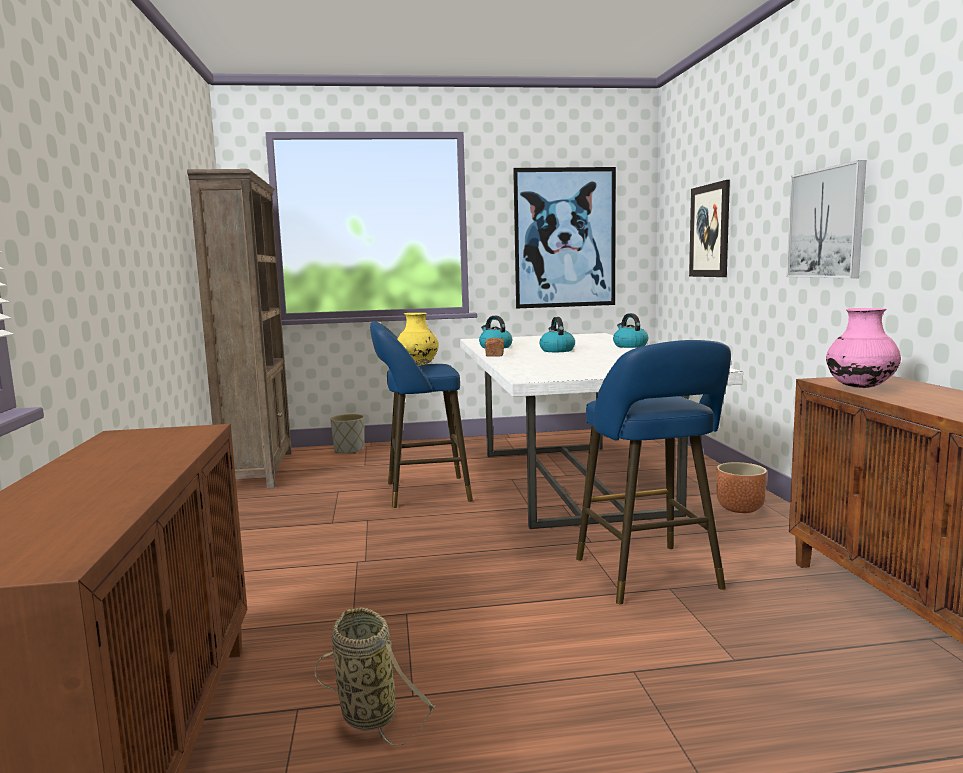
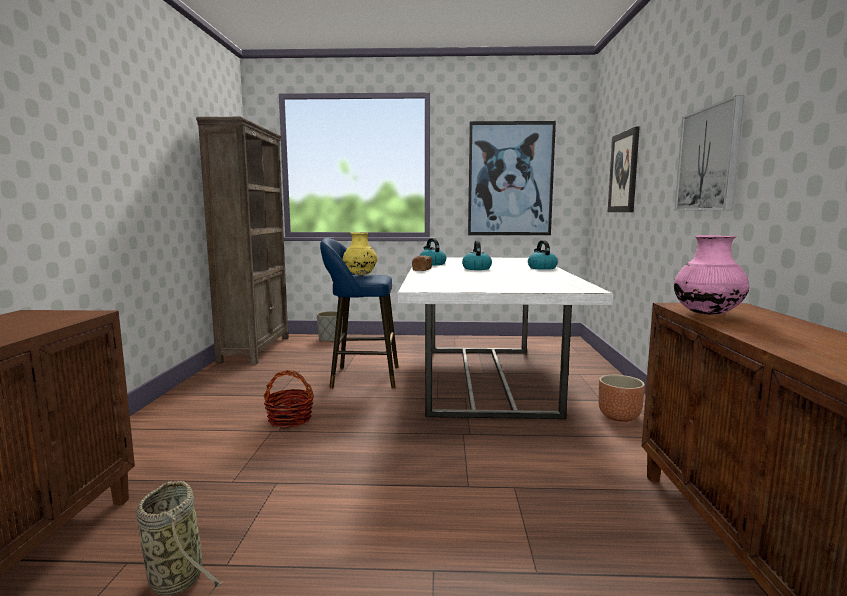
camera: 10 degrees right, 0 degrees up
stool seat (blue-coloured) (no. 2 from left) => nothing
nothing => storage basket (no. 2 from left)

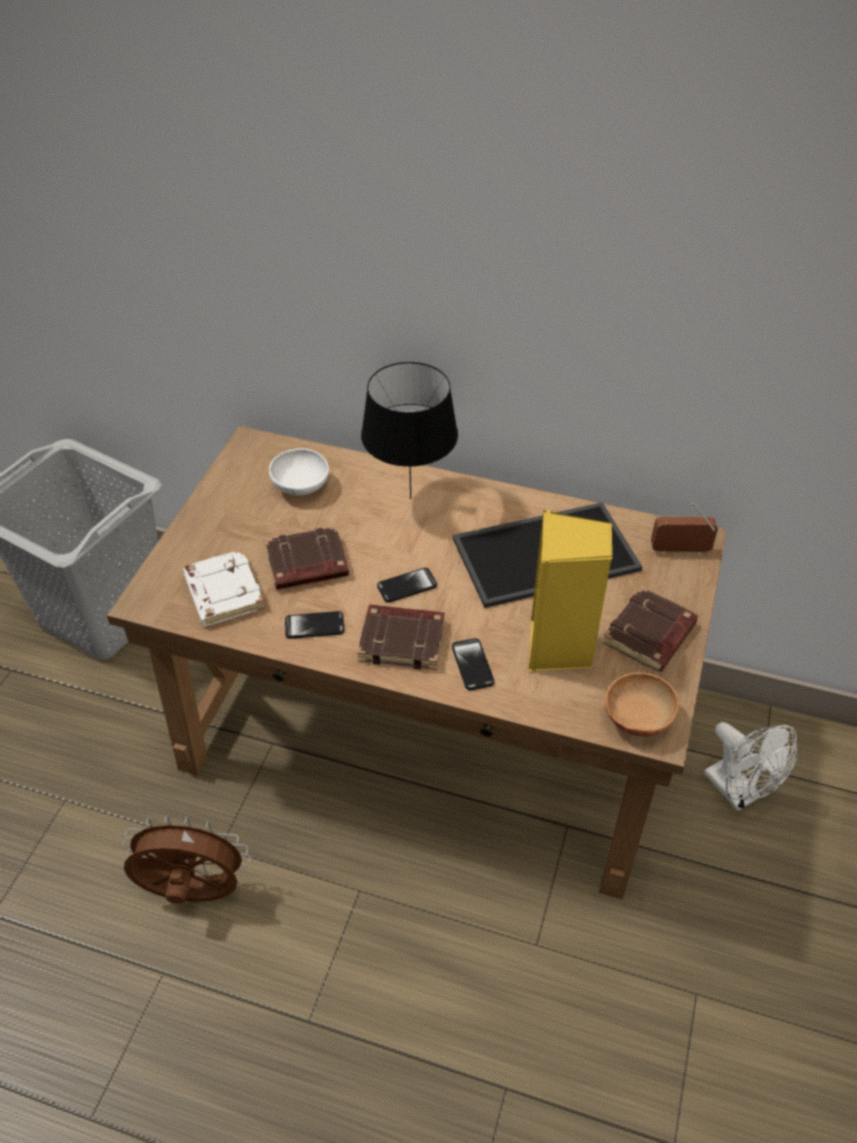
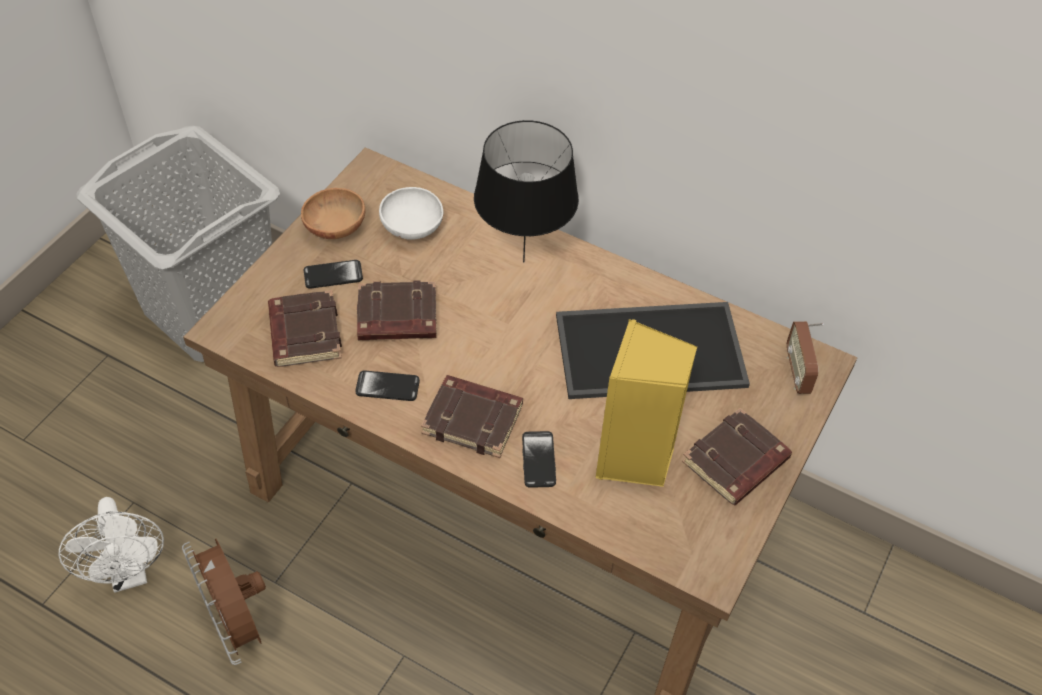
camera: 10 degrees right, 5 degrees up
radio, 105 degrees counterclockwise
volume (white-coloured) => volume (brown) (no. 1 from left)
telephone (no. 2 from left in the first image) => telephone (no. 1 from left), shifted
serving bowl (brown), shifted
fan (white-coloured), shifted
fan (brown), 135 degrees counterclockwise

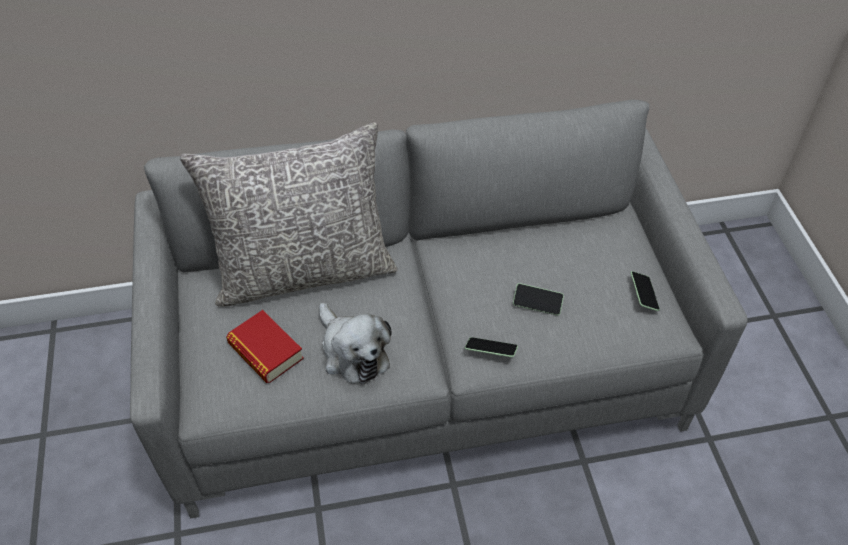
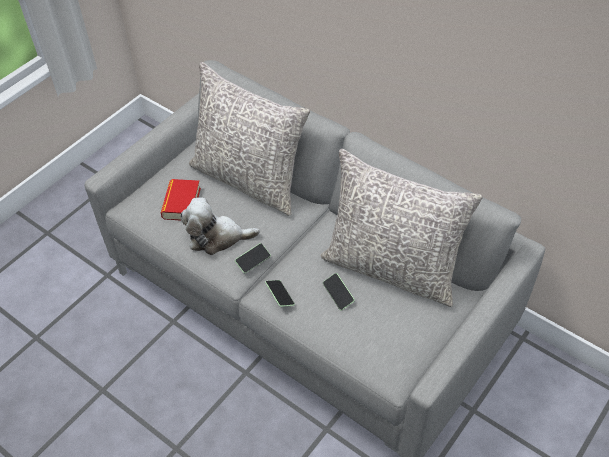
camera: 50 degrees right, 0 degrees up
telephone (no. 3 from left in the first image) => telephone (no. 1 from left), shifted
soft toy, 75 degrees clockwise
nothing => pillow (gray) (no. 2 from left)

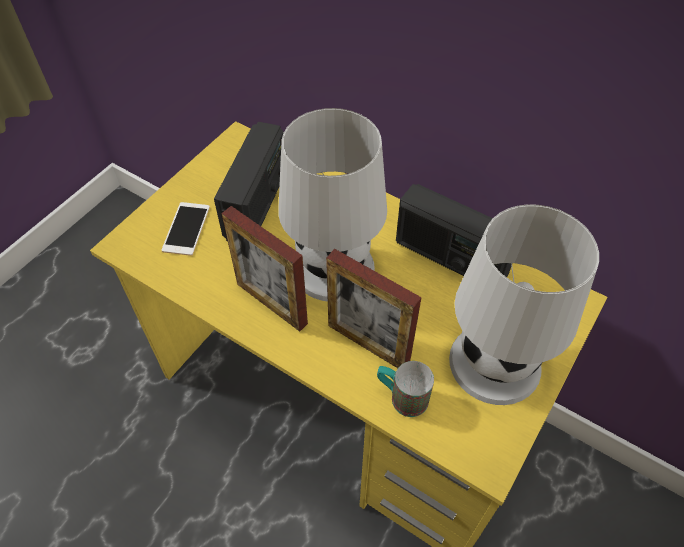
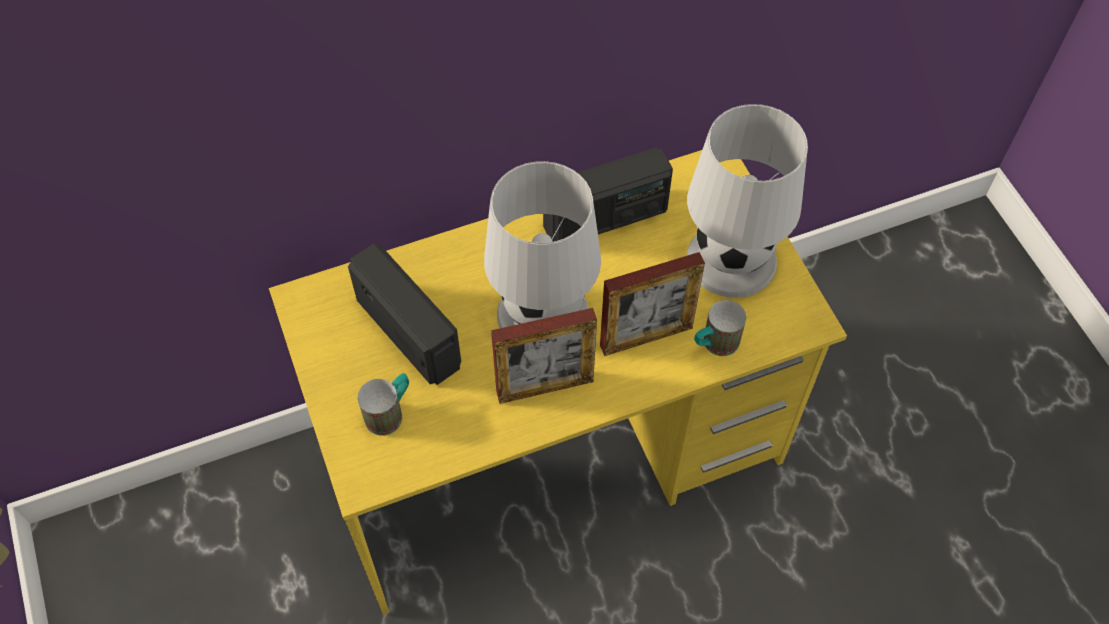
camera: 55 degrees left, 5 degrees up
telephone => coffee mug (no. 1 from left)

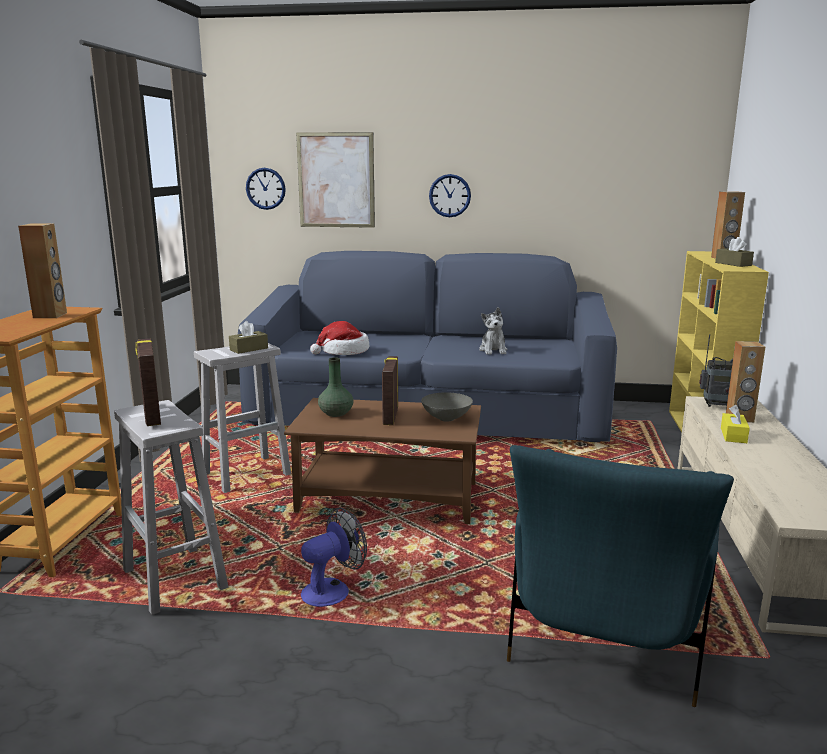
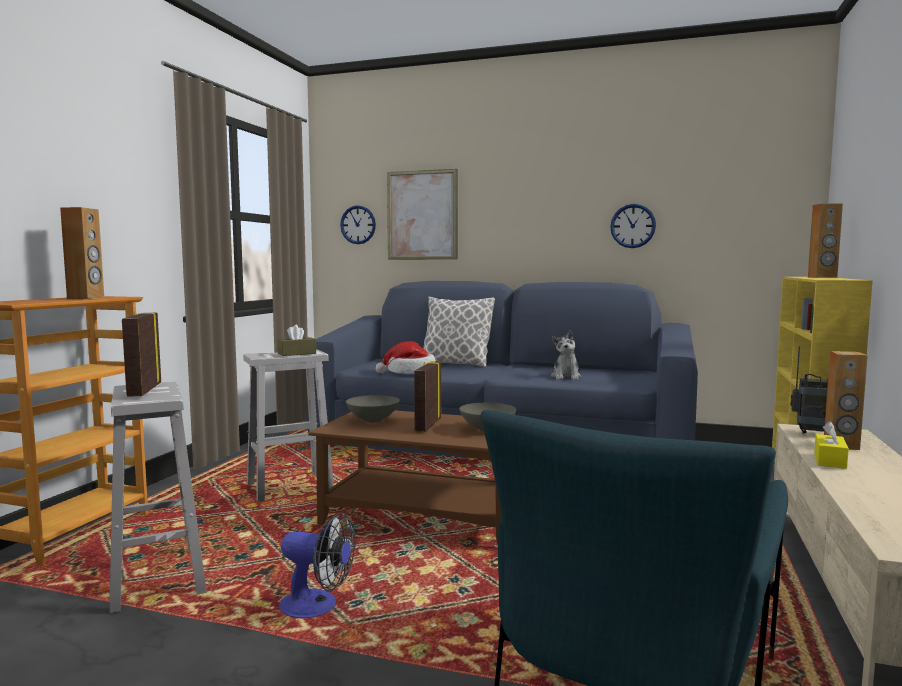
camera: 10 degrees right, 10 degrees down
clock on the wall (no. 2 from left), shifted
tissue holder (brown) (no. 2 from left) => nothing
flower vase (greenish) => serving bowl (gray) (no. 1 from left)
fan, 45 degrees clockwise
nothing => pillow

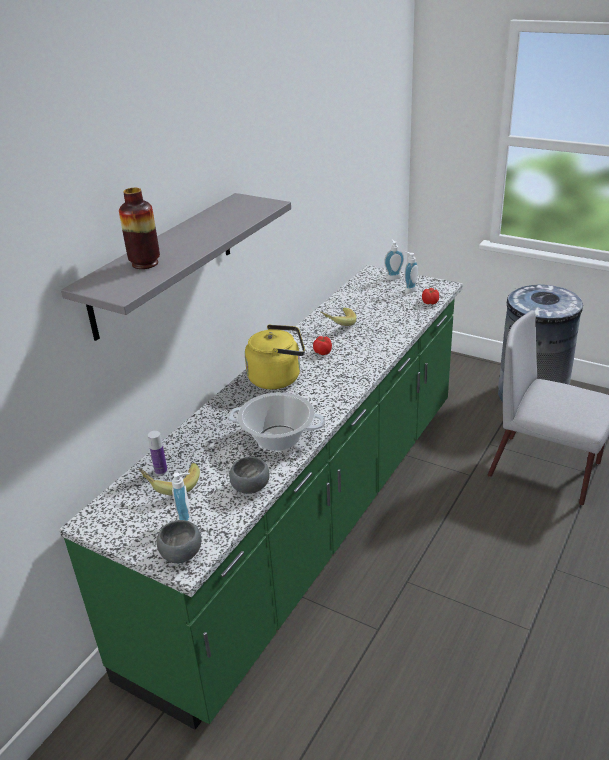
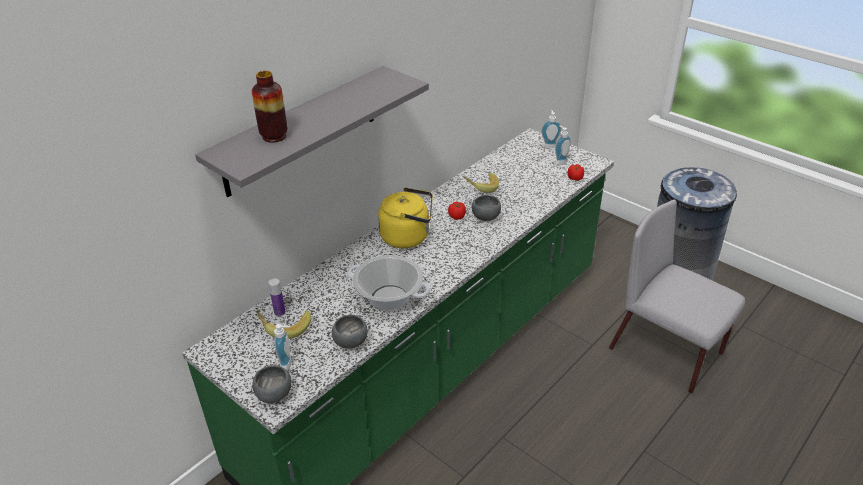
camera: 10 degrees right, 5 degrees up
nothing => serving bowl (gray) (no. 3 from left)

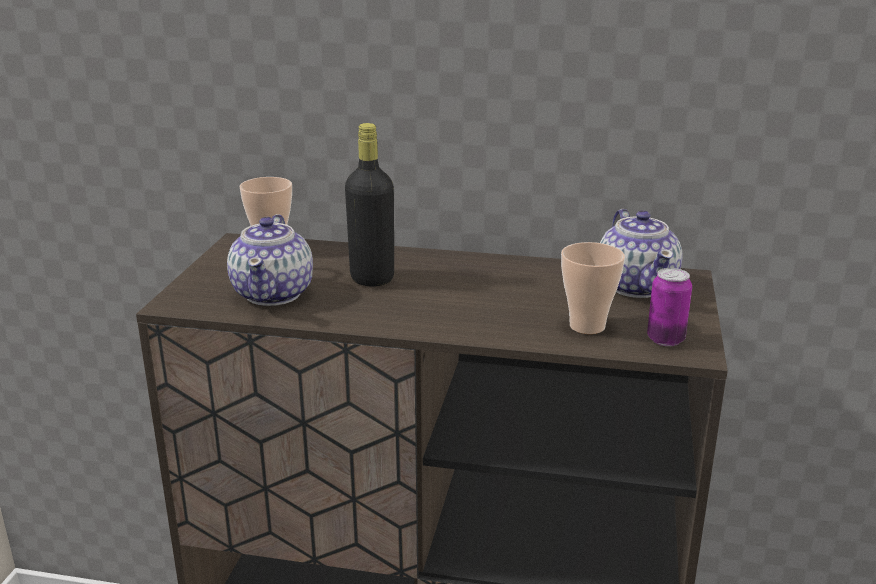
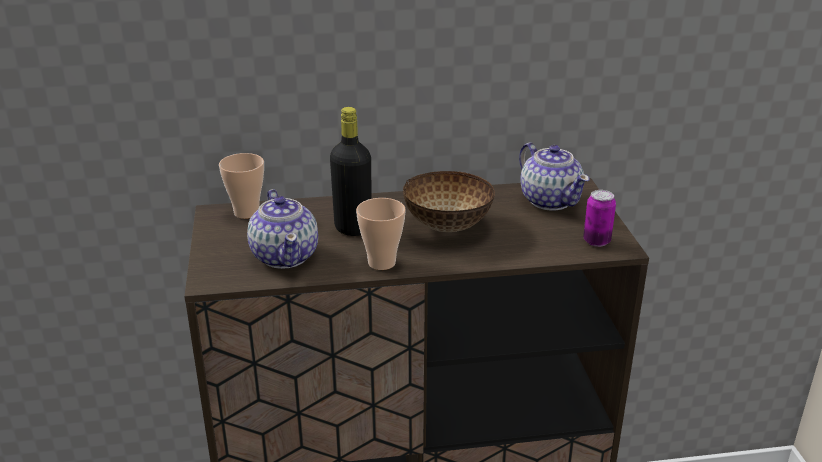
camera: 20 degrees left, 5 degrees up
small cup (no. 2 from left), shifted
nothing => serving bowl

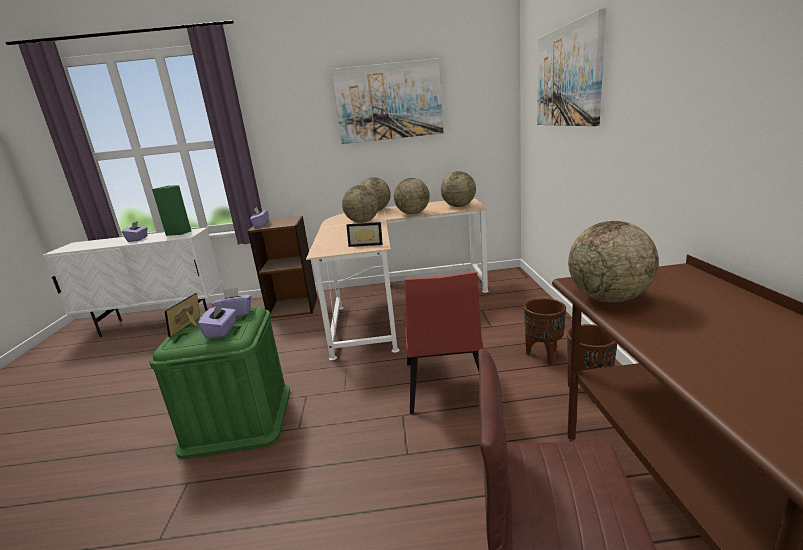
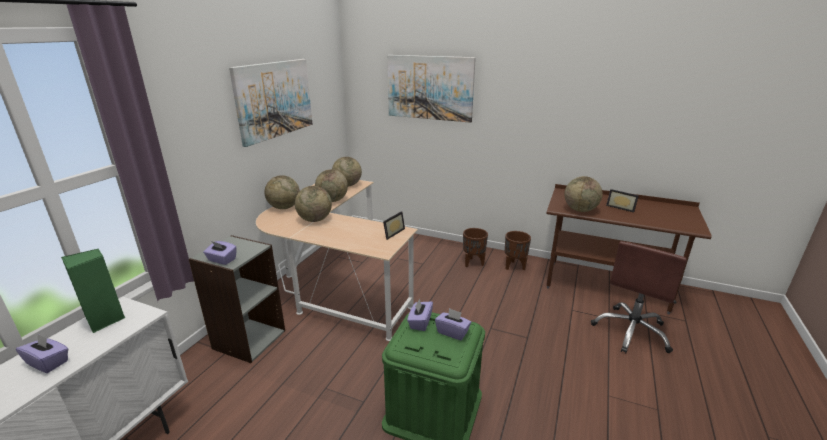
camera: 65 degrees left, 5 degrees up
bookshelf (brown) => bookshelf (gray)
plain chair (red) => nothing
standing frame (no. 1 from left in the first image) => standing frame (no. 2 from left), shifted

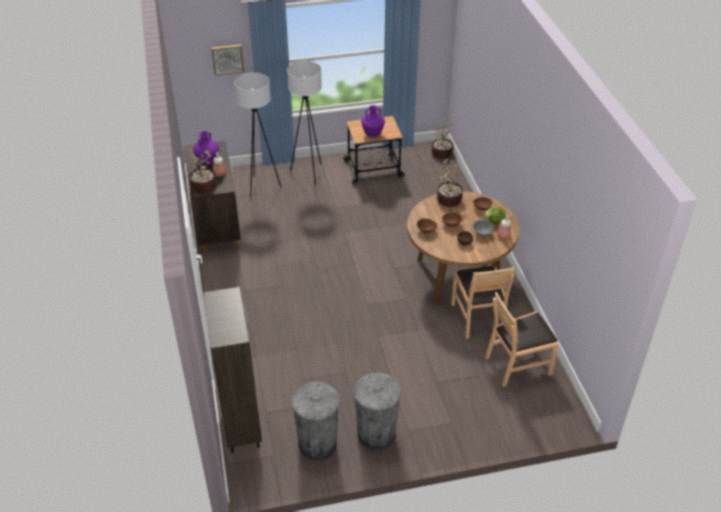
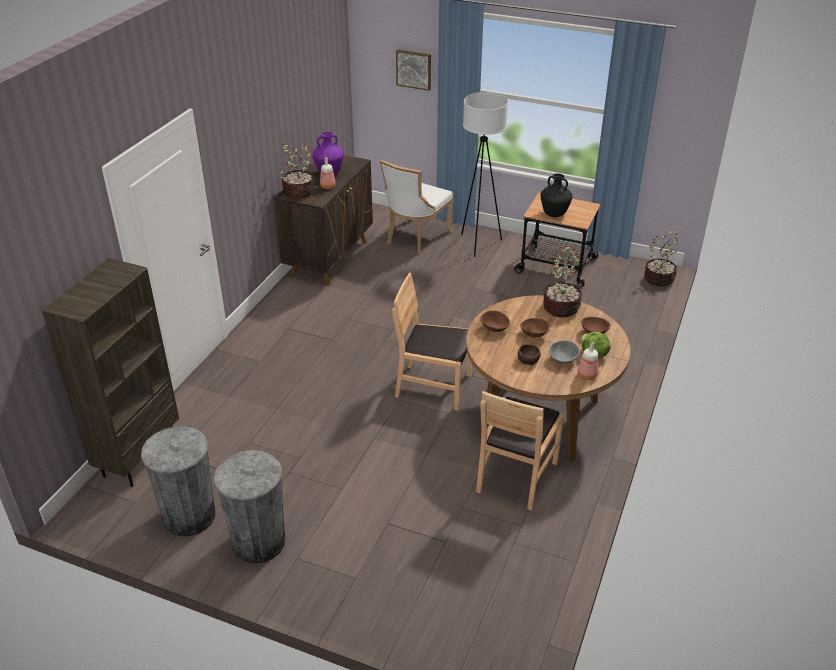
camera: 35 degrees right, 5 degrees down
standard lamp (white-coloured) (no. 1 from left) => plain chair (white-coloured)
flower vase (purple) (no. 2 from left) => flower vase (black-coloured)
plain chair (brown) (no. 2 from left in the first image) => plain chair (brown) (no. 1 from left), shifted

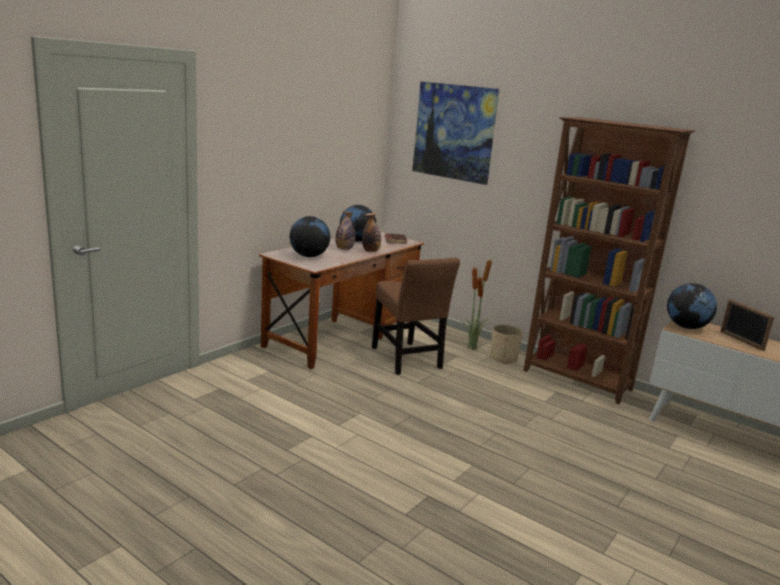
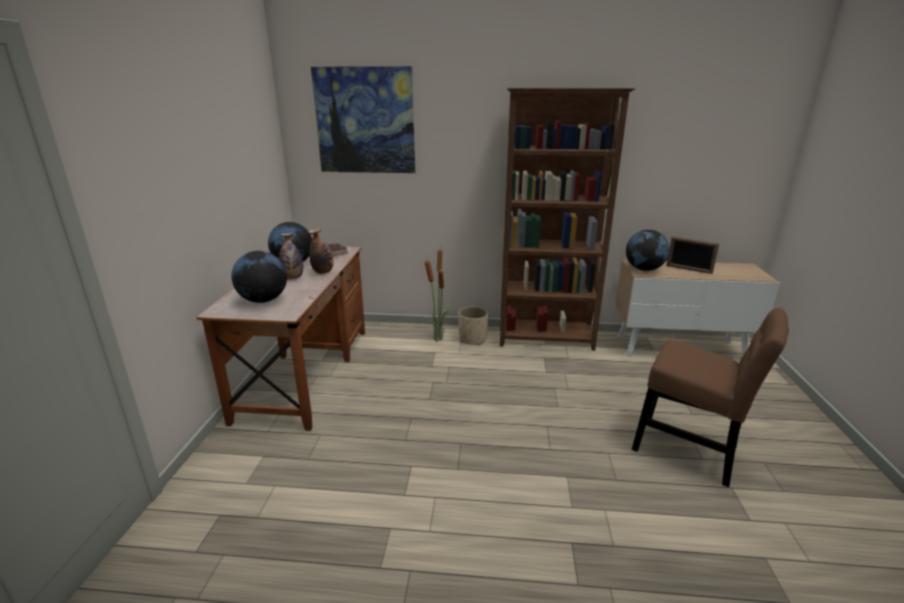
camera: 30 degrees left, 5 degrees up
plain chair (brown), shifted

